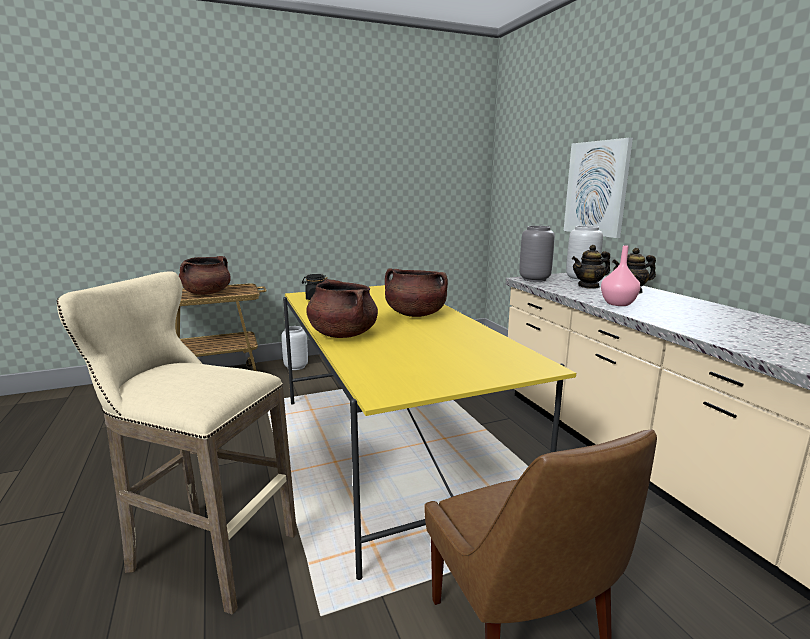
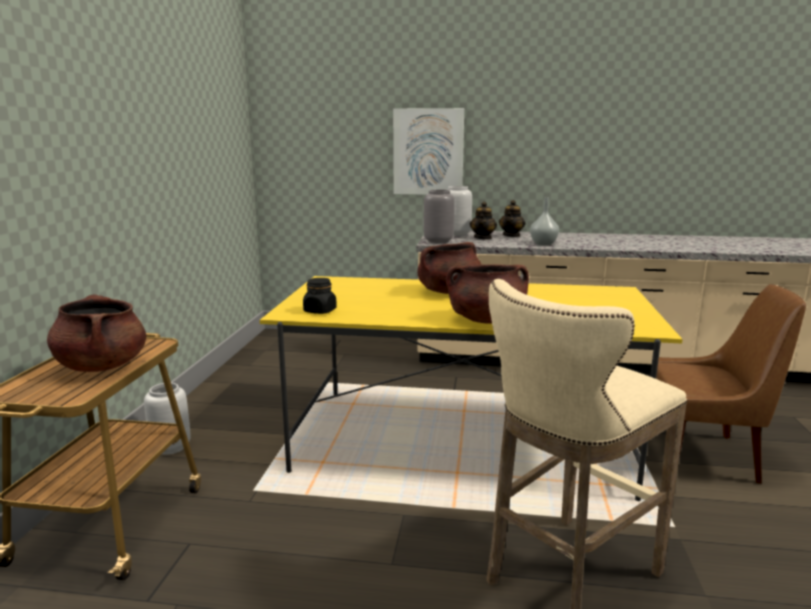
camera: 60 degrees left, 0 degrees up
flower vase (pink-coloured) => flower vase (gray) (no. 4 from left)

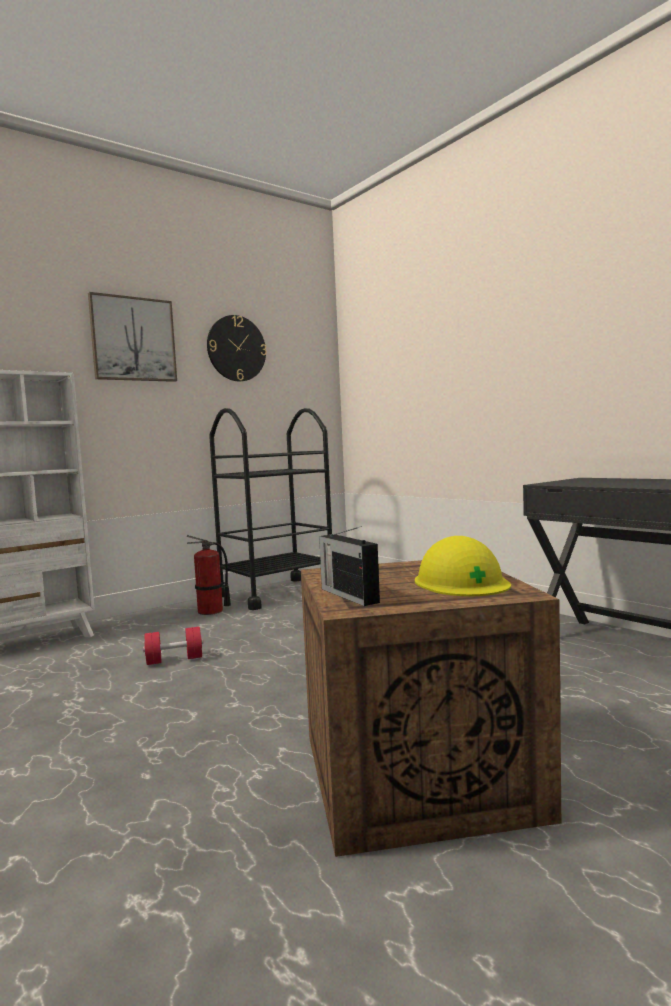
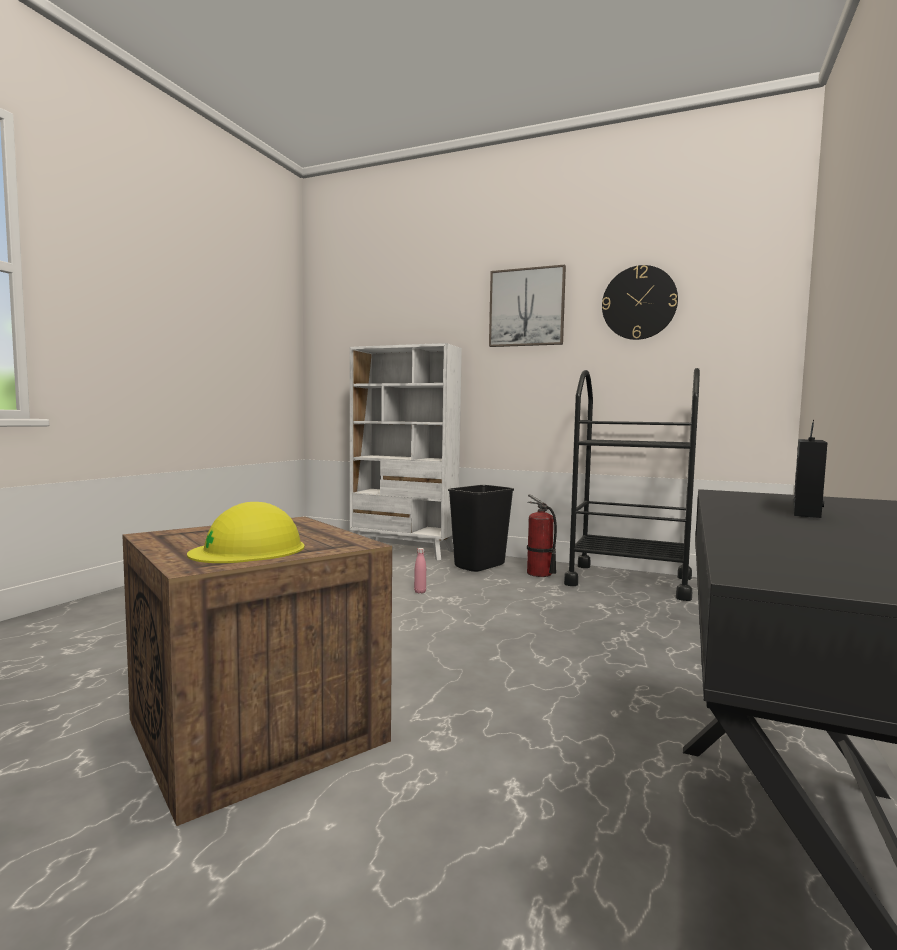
camera: 60 degrees right, 0 degrees up
radio, shifted
free weight (red) => beverage bottle (pink-coloured)
nothing => waste bin (black-coloured)

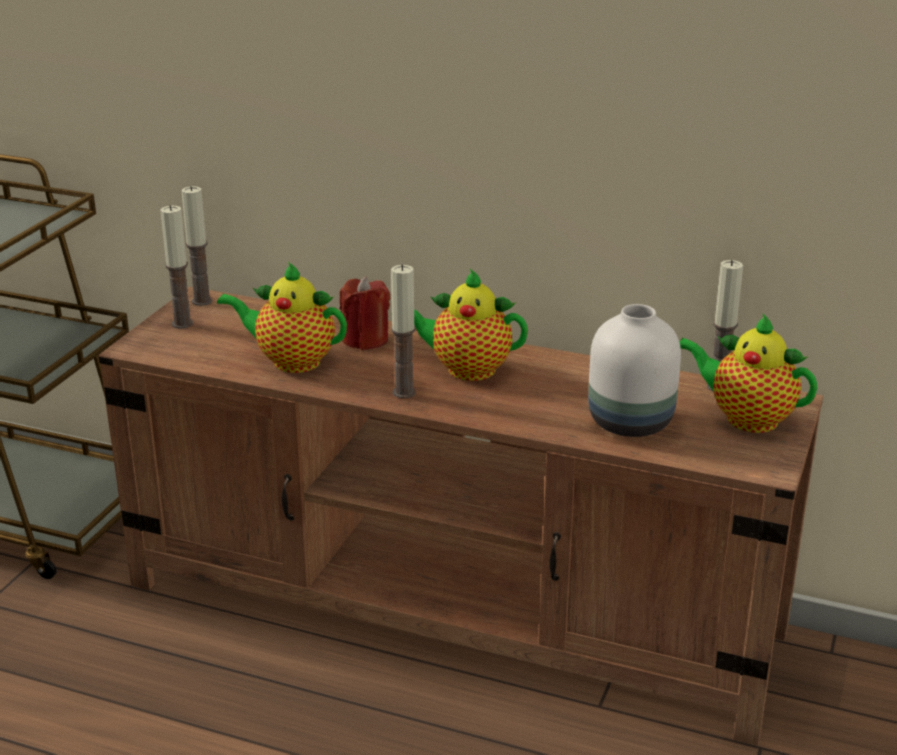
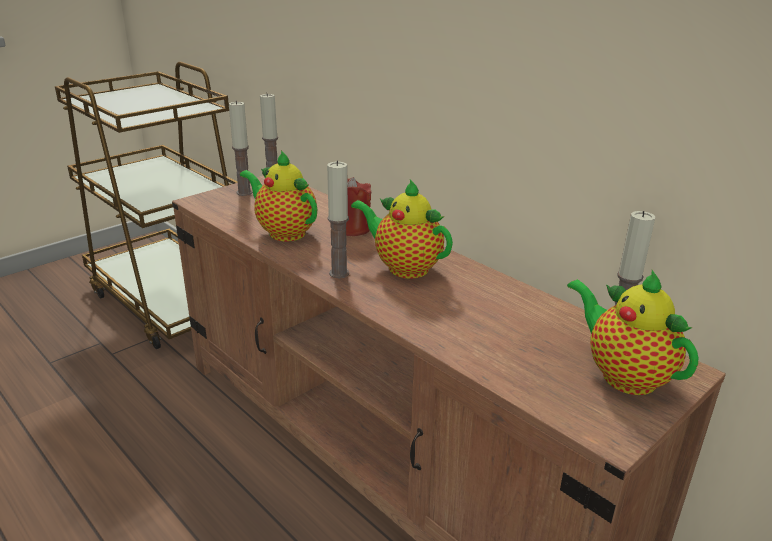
camera: 25 degrees right, 0 degrees up
flower vase (white-coloured) => nothing

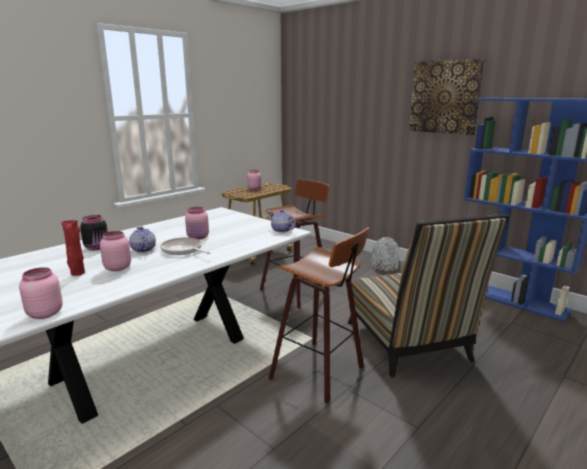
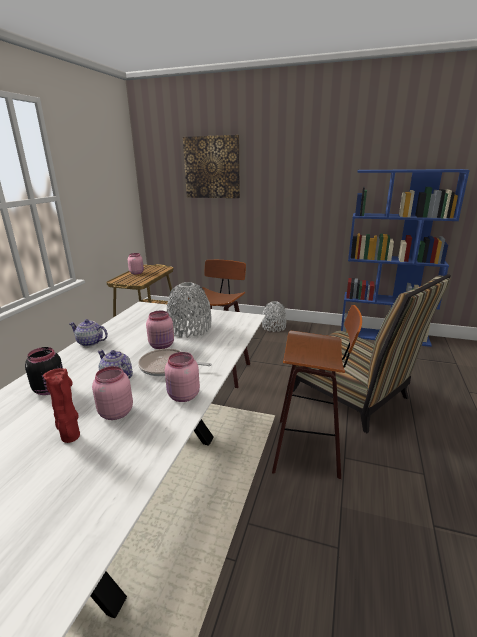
camera: 25 degrees left, 5 degrees up
wall art, shifted
teapot (no. 2 from left in the first image) => teapot (no. 1 from left), shifted
preserve jar (pink-coloured) (no. 1 from left in the first image) => preserve jar (pink-coloured) (no. 4 from left), shifted
nothing => flower vase (gray) (no. 1 from left)

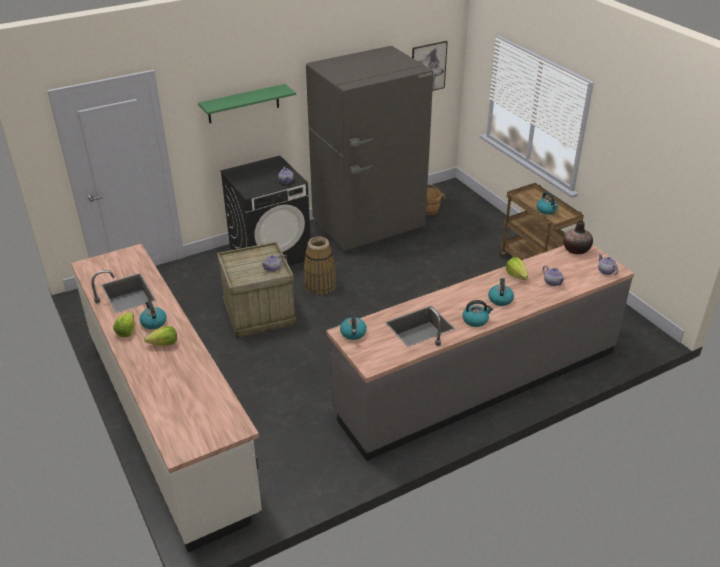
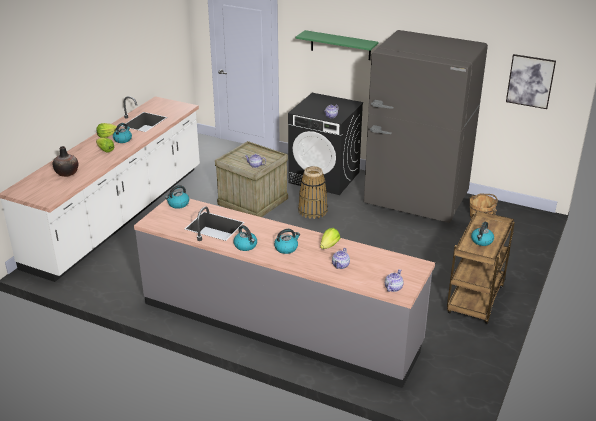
camera: 55 degrees right, 5 degrees down
flower vase, shifted

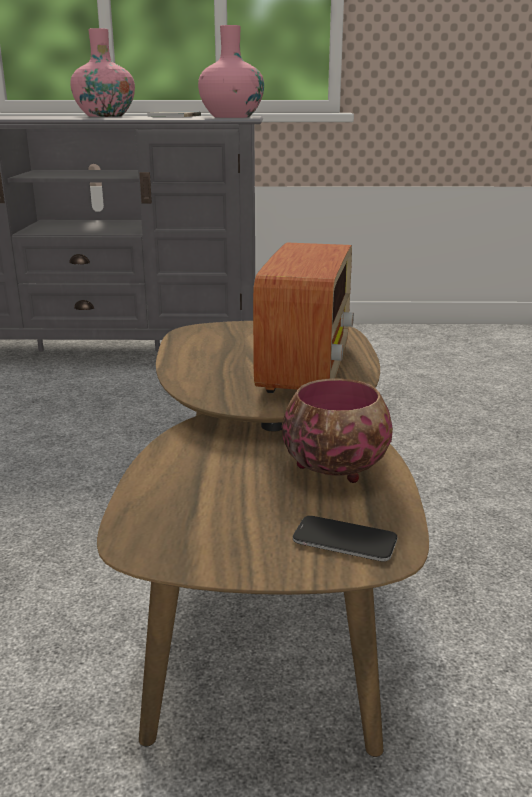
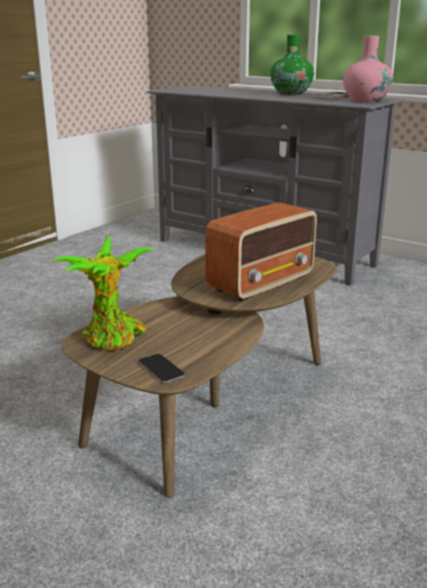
camera: 35 degrees right, 0 degrees up
flower vase (pink-coloured) (no. 1 from left) => flower vase (greenish)
serving bowl => nothing
nothing => potted plant

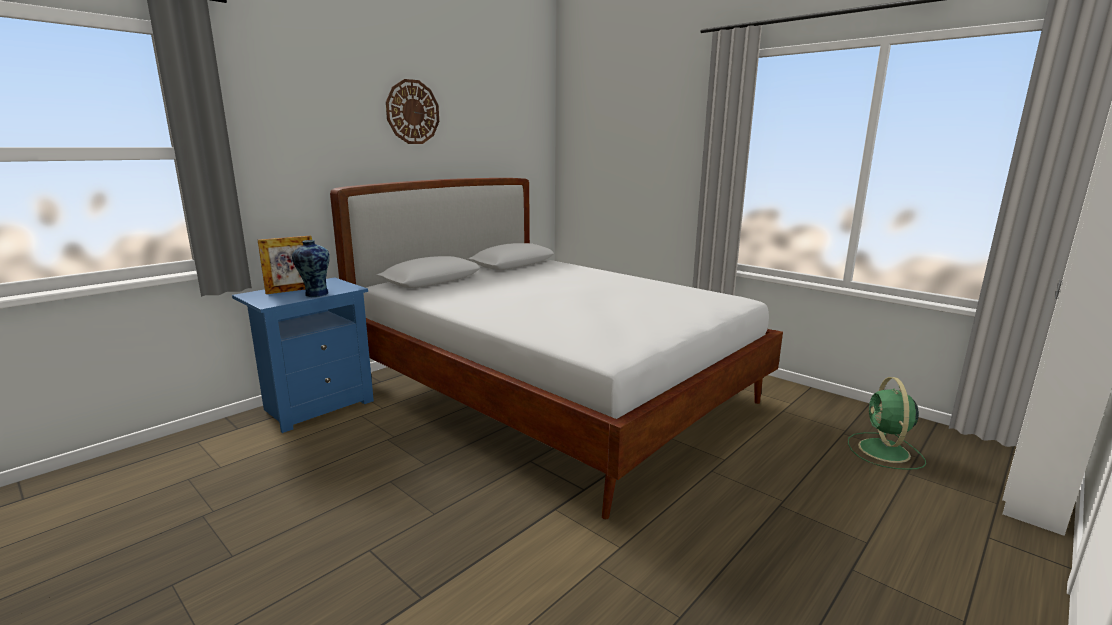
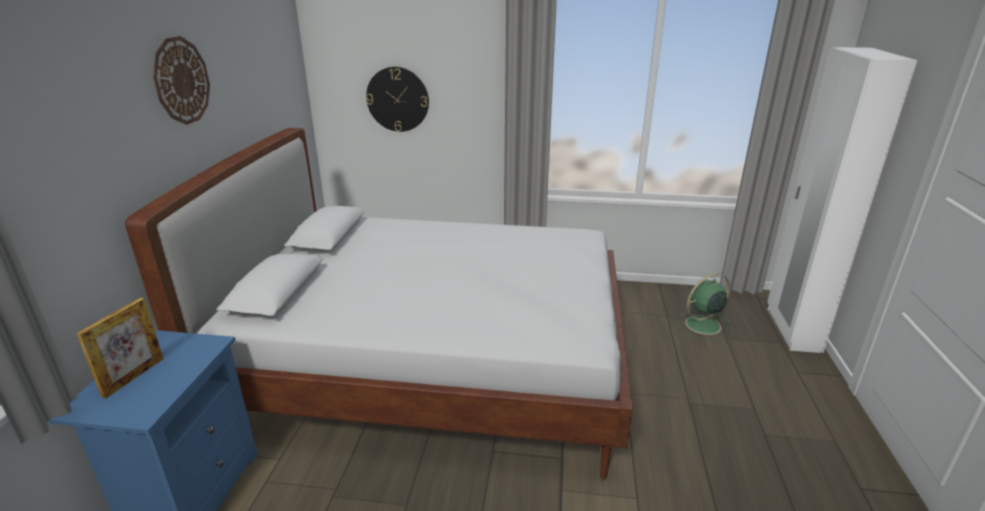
camera: 35 degrees left, 10 degrees up
flower vase => nothing
fan (greenish), 90 degrees clockwise
nothing => clock on the wall (no. 2 from left)

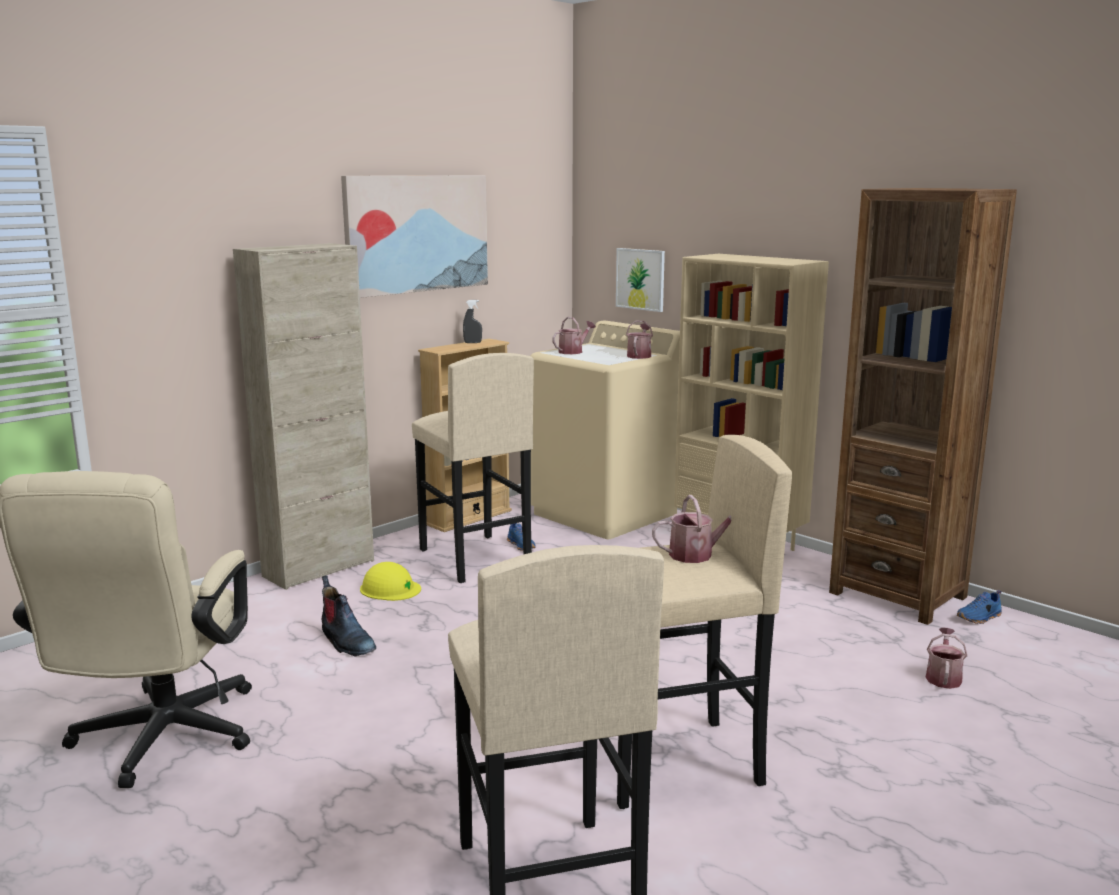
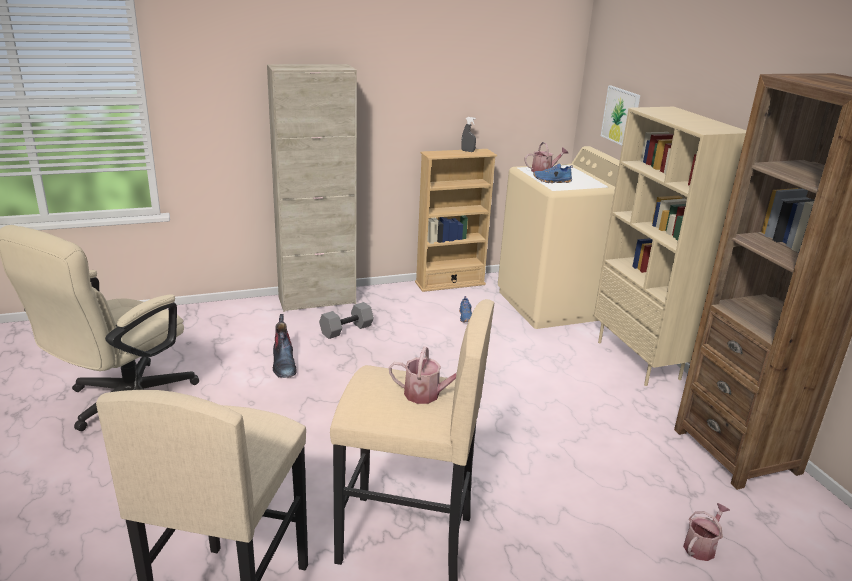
camera: 25 degrees right, 10 degrees up
wall art (no. 1 from left) => nothing
sprinkling can (no. 2 from left) => nothing
stool seat (beige) (no. 1 from left) => nothing
work helmet (yellowish) => free weight (gray)
low shoe (blue-coloured) (no. 2 from left), shifted

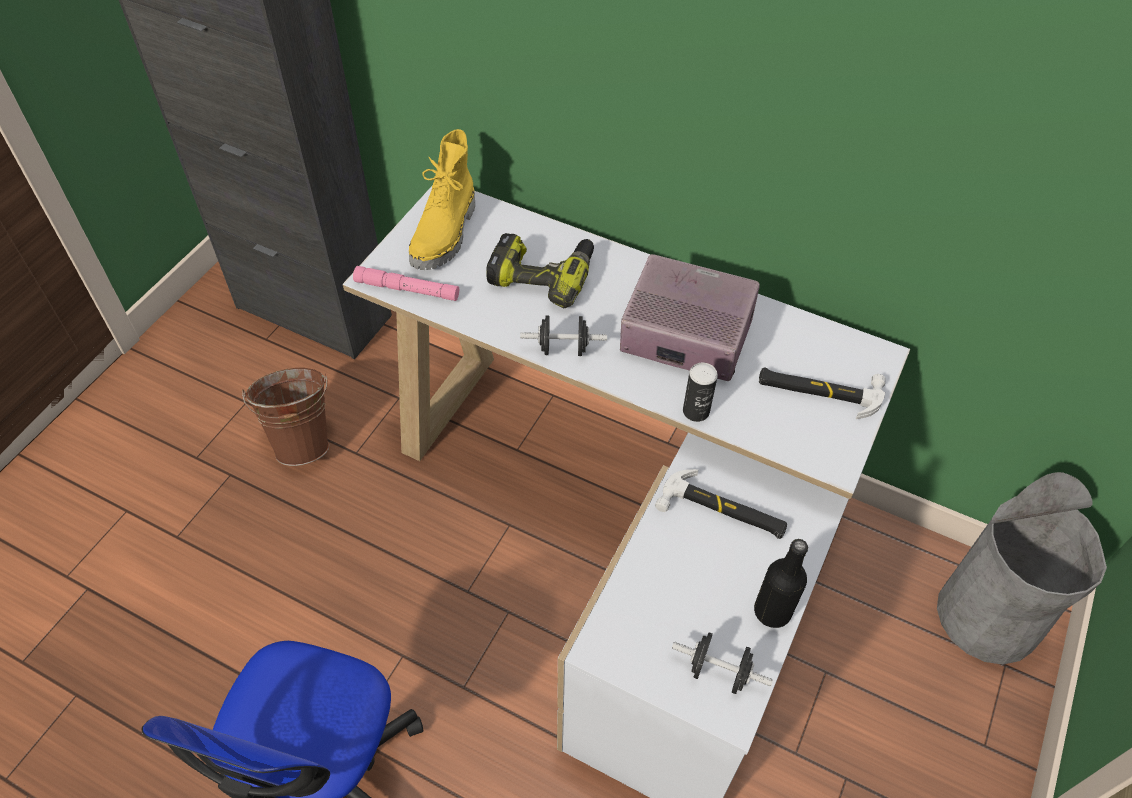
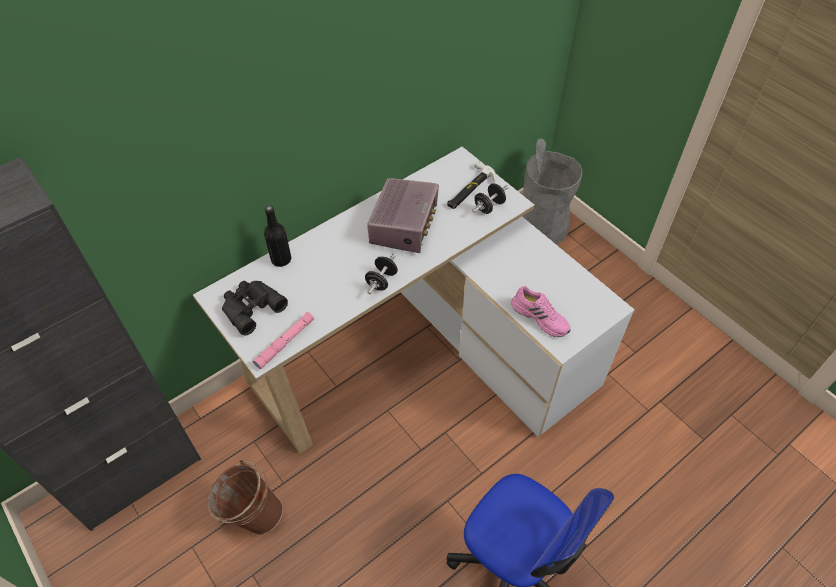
camera: 65 degrees left, 0 degrees up
tall boot (yellowish) => binoculars (black-coloured)
power drill => nothing
radio, 150 degrees clockwise
can => nothing
hammer (no. 1 from left) => nothing
beverage bottle (black-coloured), shifted
free weight (black-coloured) (no. 2 from left), shifted
nothing => low shoe (pink-coloured)

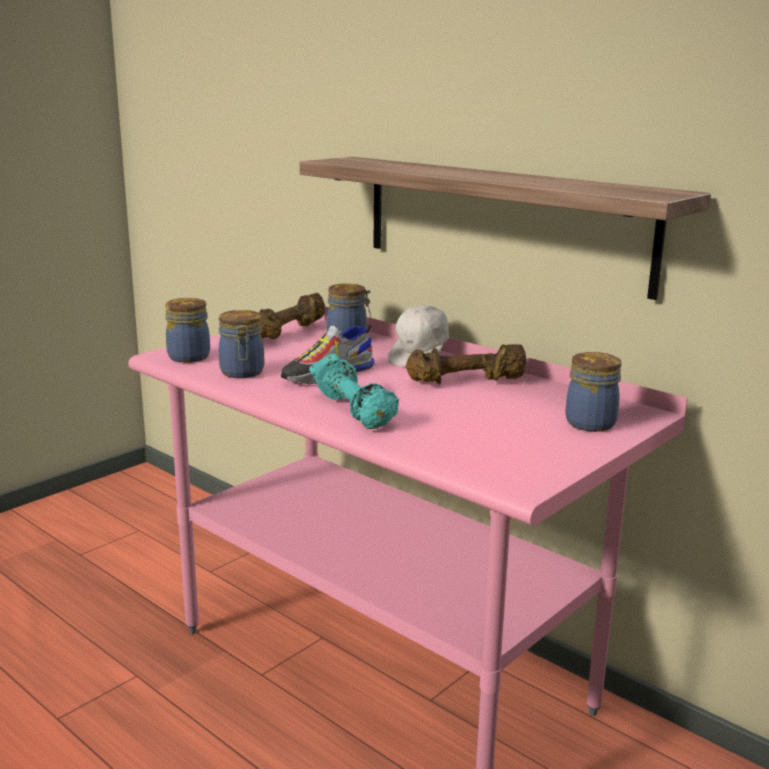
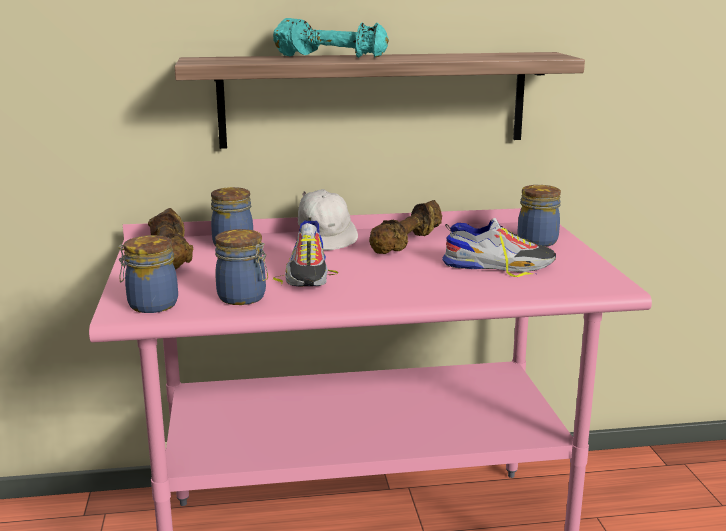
camera: 50 degrees left, 0 degrees up
free weight (turquoise-coloured), shifted
nothing => low shoe (no. 2 from left)

